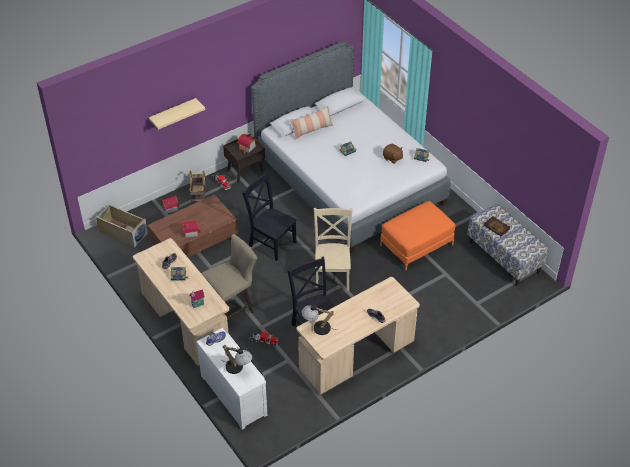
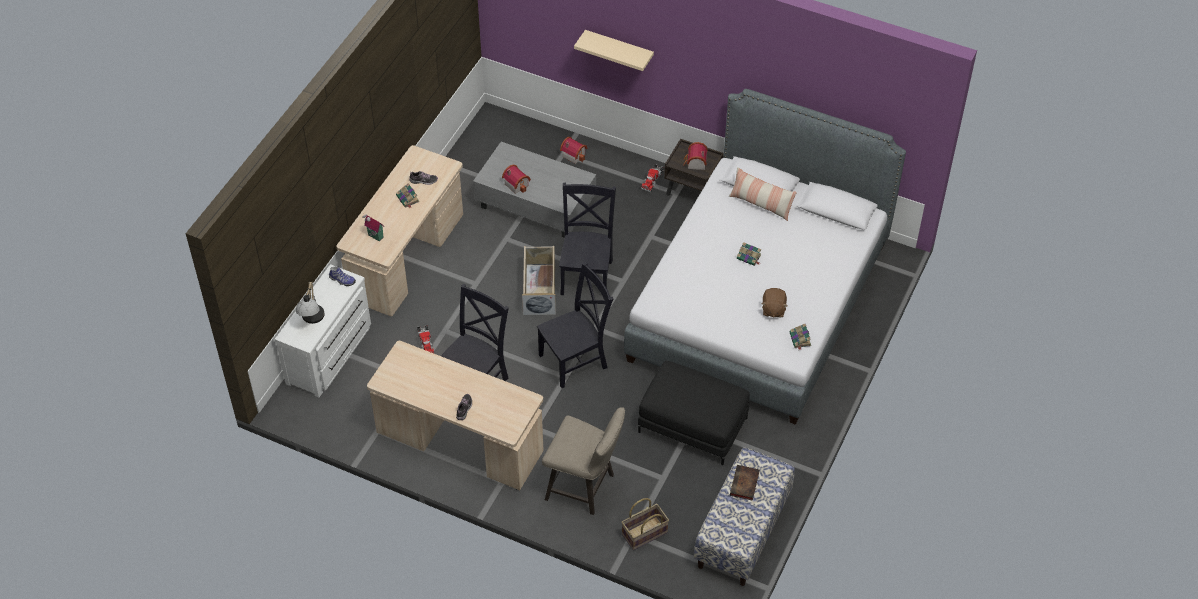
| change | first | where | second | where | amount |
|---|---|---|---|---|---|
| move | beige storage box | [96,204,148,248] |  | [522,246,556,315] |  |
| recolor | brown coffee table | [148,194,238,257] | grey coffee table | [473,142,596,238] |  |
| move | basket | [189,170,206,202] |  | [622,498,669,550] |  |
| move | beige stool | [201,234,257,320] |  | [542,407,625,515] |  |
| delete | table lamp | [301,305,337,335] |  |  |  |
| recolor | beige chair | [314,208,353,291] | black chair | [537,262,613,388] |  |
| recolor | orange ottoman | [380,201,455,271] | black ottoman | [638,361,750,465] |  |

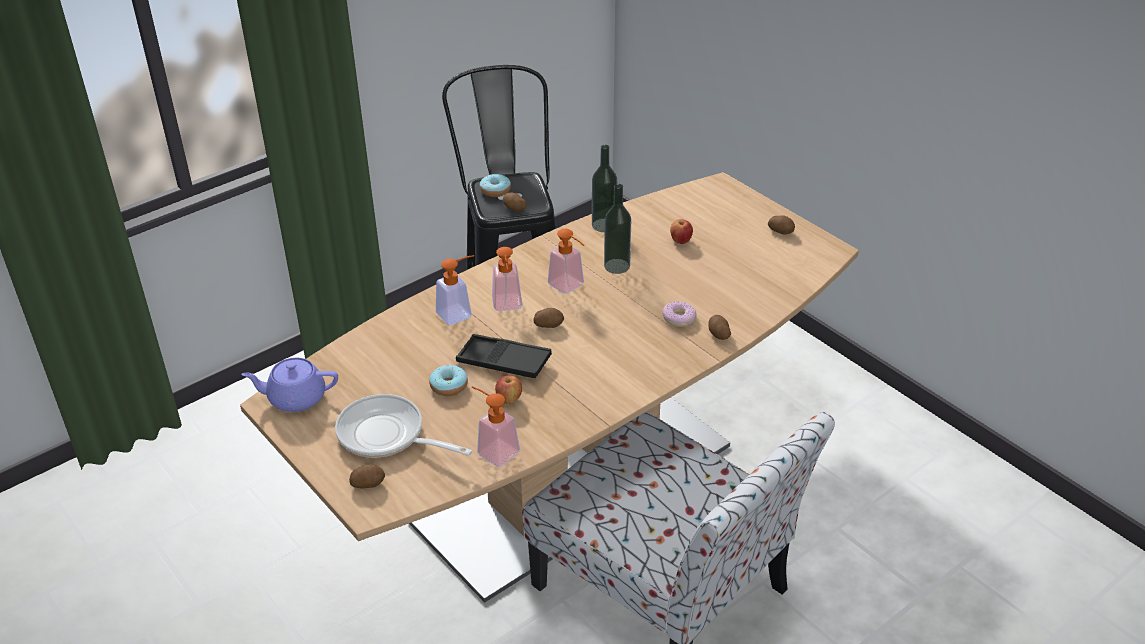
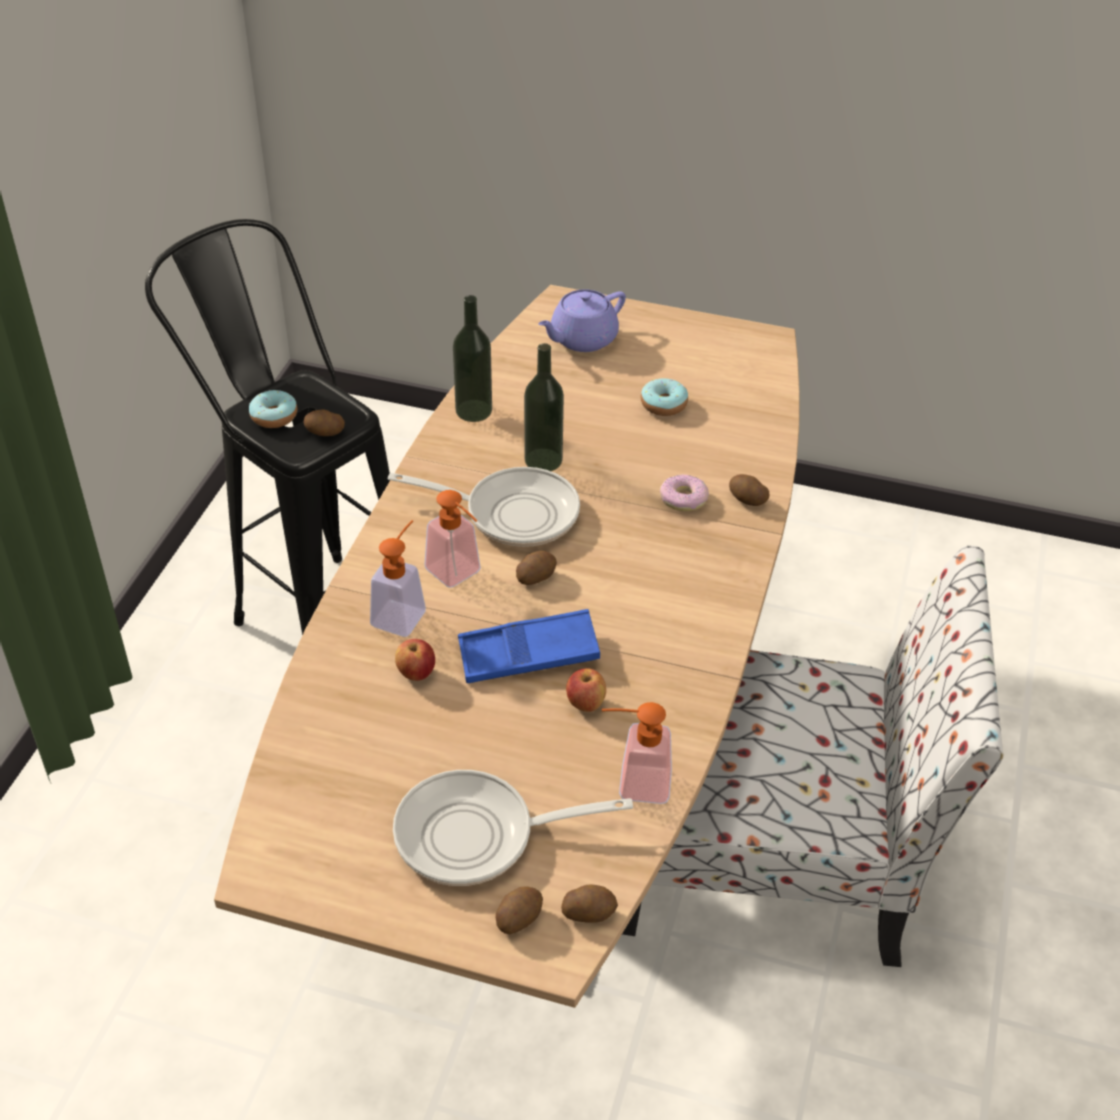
| change | first | where | second | where | amount |
|---|---|---|---|---|---|
| move | purple teapot | [241,358,338,412] |  | [538,289,626,352] |  |
| move | donut | [429,364,468,396] |  | [641,378,688,416] |  |
| recolor | black tray | [456,334,552,378] | blue tray | [458,609,600,683] |  |
| replace | soap dispenser | [548,229,585,294] | frying pan | [388,467,580,547] |  |
| move | apple | [670,219,693,244] |  | [395,639,435,681] |  |
| move | potato | [768,215,795,234] |  | [561,885,618,923] |  |

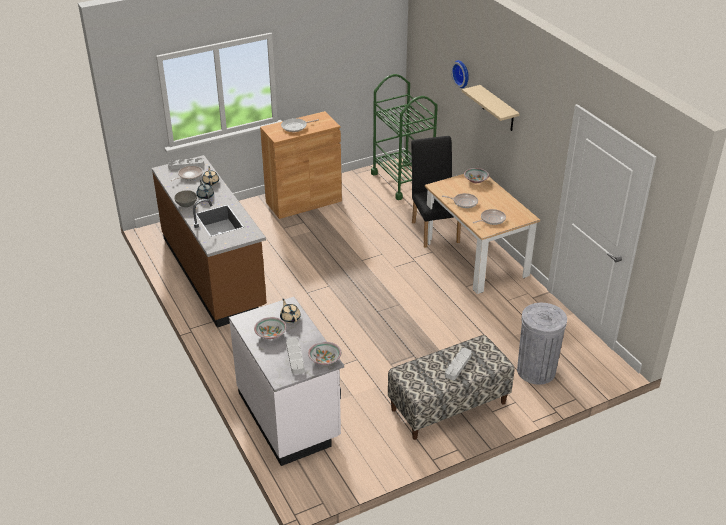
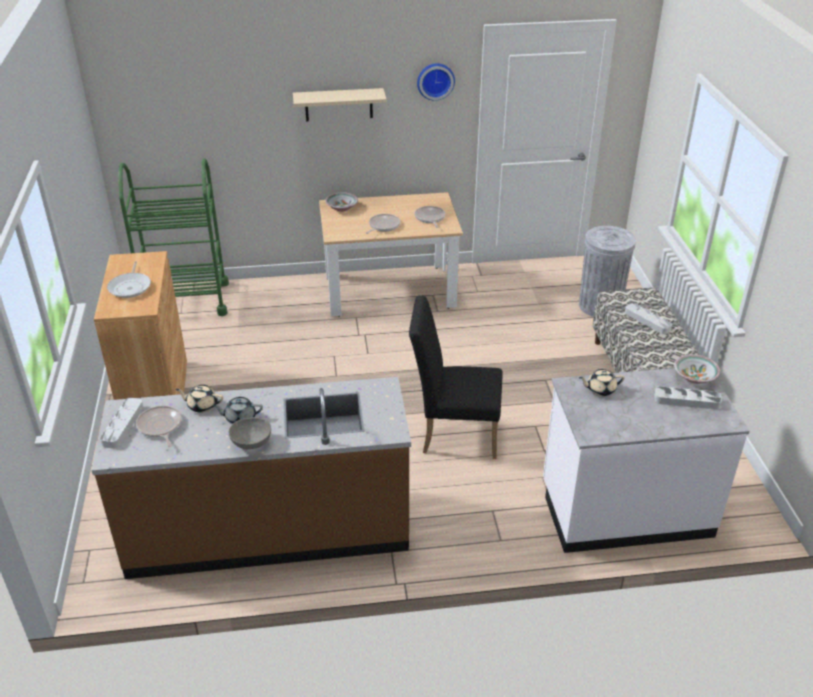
| change | first | where | second | where | amount |
|---|---|---|---|---|---|
| delete | bowl | [254,317,286,339] |  |  |  |
| move | black chair | [411,136,461,248] |  | [409,295,503,459] |  |
| move | wall clock | [451,60,469,88] |  | [417,63,455,101] |  |

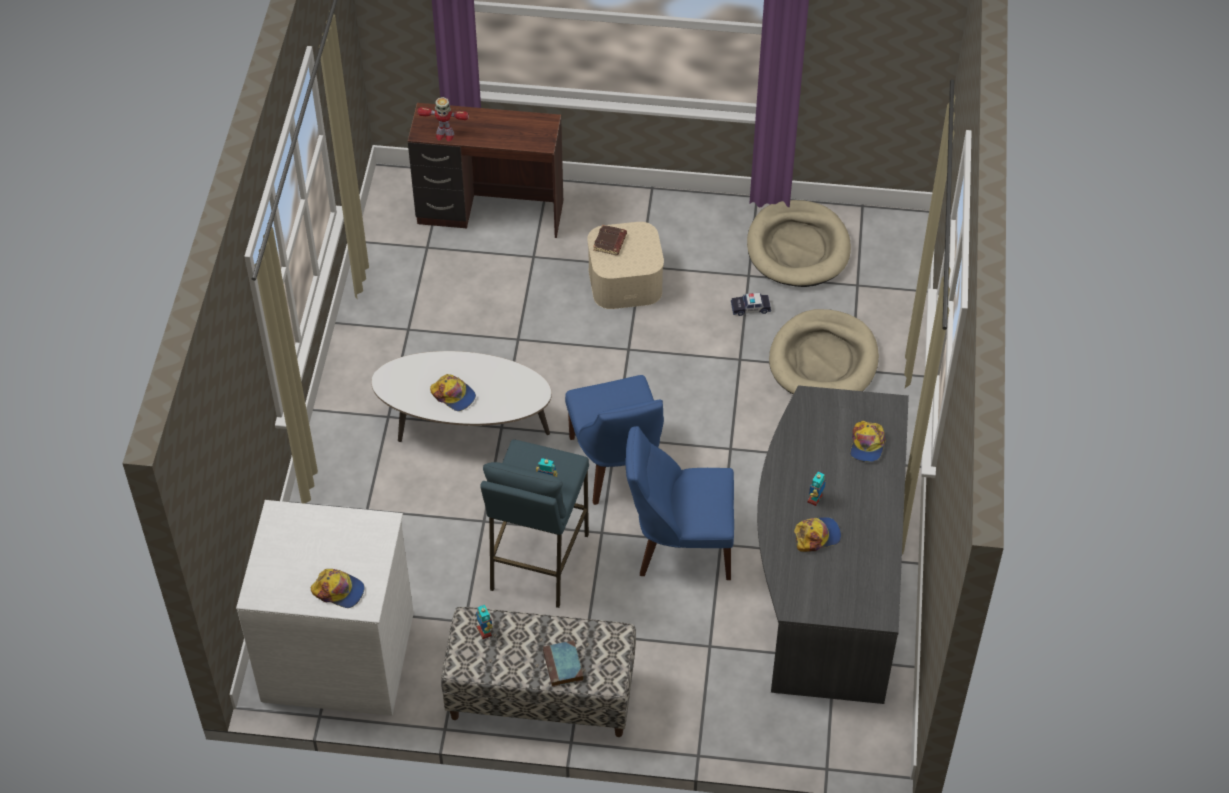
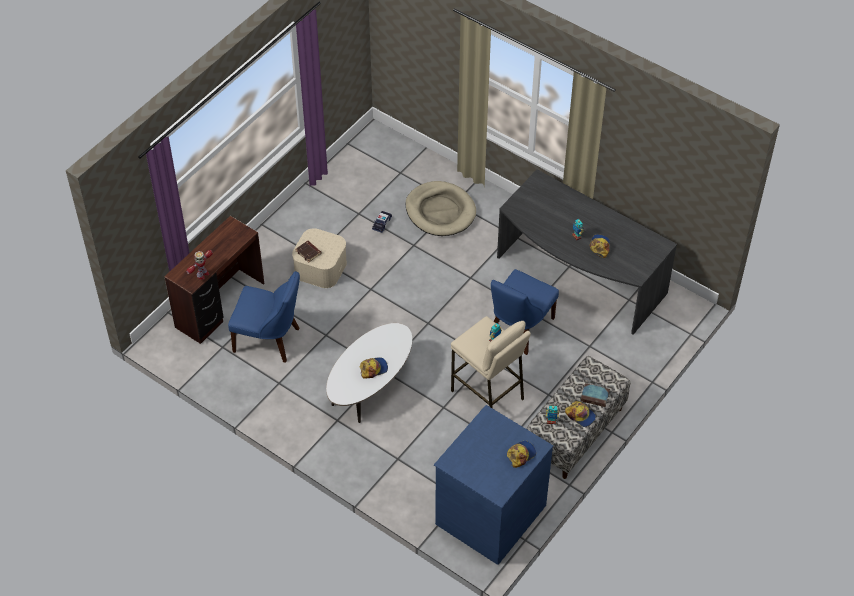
| change | first | where | second | where | amount |
|---|---|---|---|---|---|
| recolor | white dresser | [236,500,414,716] | blue dresser | [434,405,553,565] |  |
| recolor | blue stool | [480,440,589,608] | beige stool | [451,316,531,409] |  |
| move | blue chair | [565,375,664,505] |  | [228,271,300,363] |  |
| delete | beige dog bed | [747,200,851,287] |  |  |  |
| move | cap | [850,421,886,462] |  | [565,401,596,427] |  |

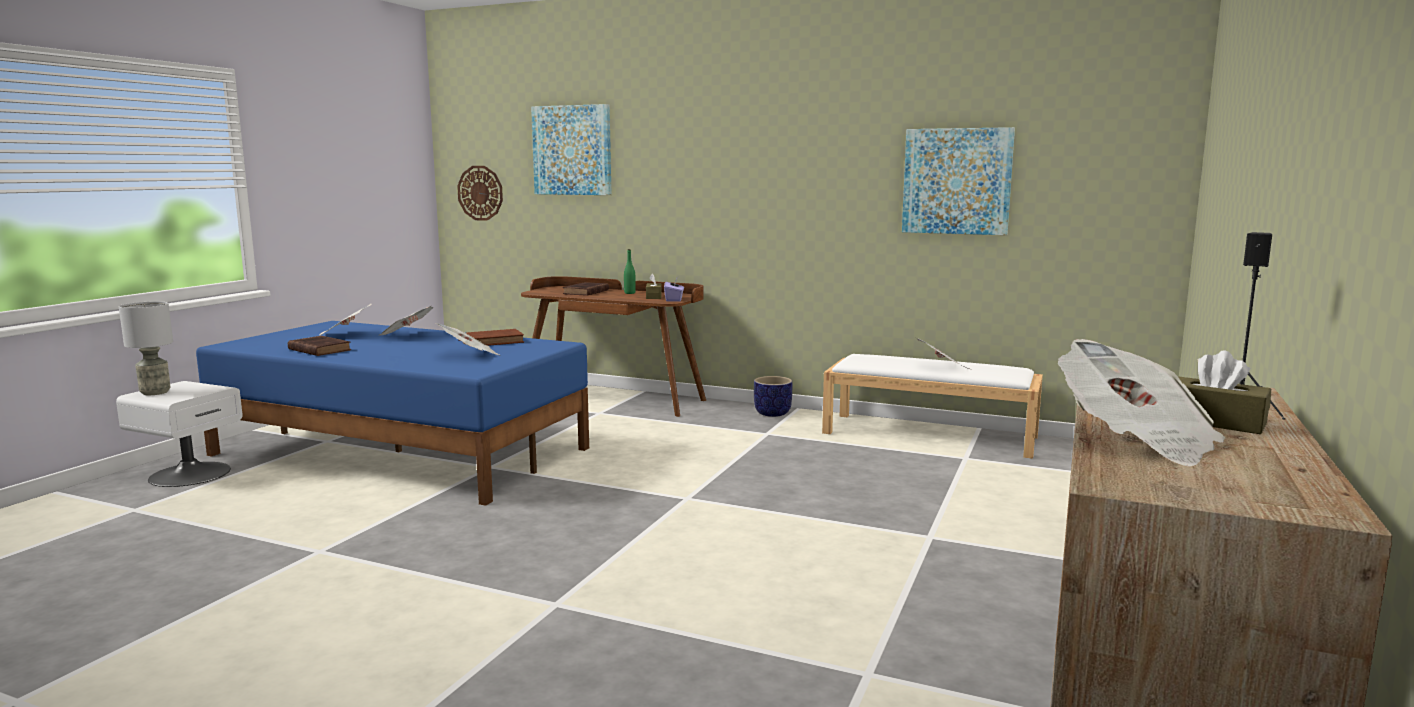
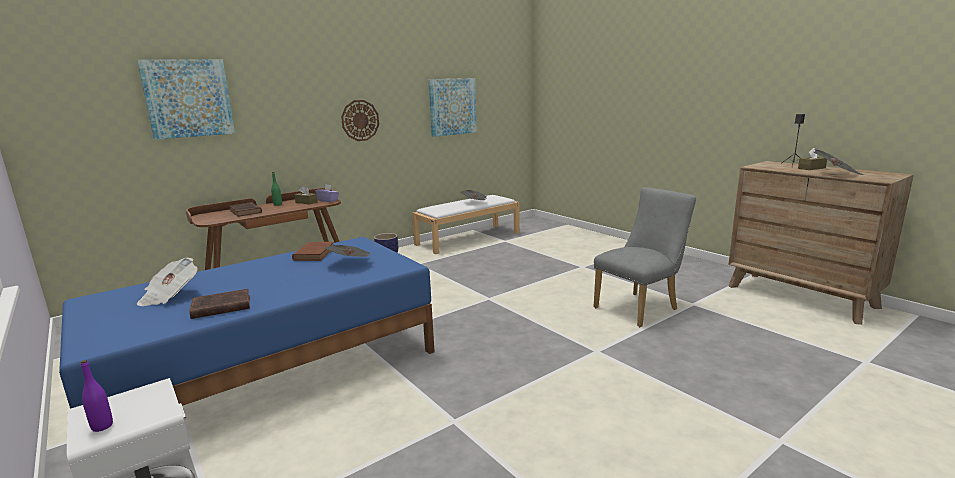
| change | first | where | second | where | amount |
|---|---|---|---|---|---|
| replace | grey table lamp | [119,301,173,395] | purple bottle | [81,360,113,432] |  |
| delete | newspaper | [379,306,434,335] |  |  |  |
| move | wall clock | [457,166,503,221] |  | [341,100,379,141] |  |
| insert |  |  | grey chair | [594,187,696,327] |  |

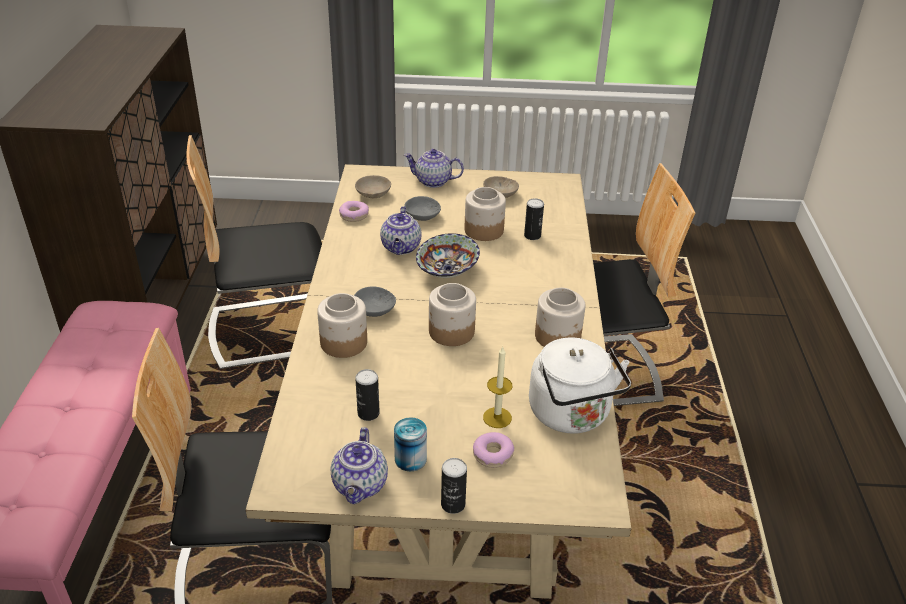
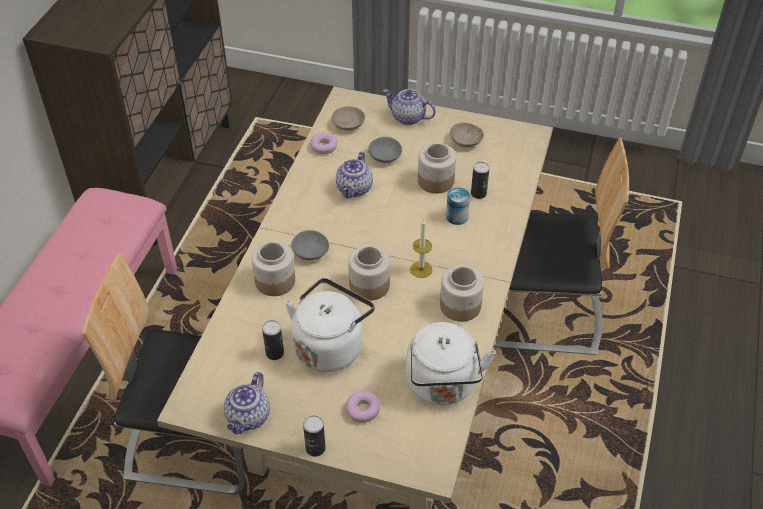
| change | first | where | second | where | amount |
|---|---|---|---|---|---|
| delete | chair | [187,135,322,369] |  |  |  |
| move | can | [394,417,427,471] |  | [446,187,470,225] |  |
| delete | bowl | [416,233,480,278] |  |  |  |
| move | candle | [483,346,512,428] |  | [410,218,432,278] |  |
| insert |  |  | white kettle | [285,278,375,372] |  |

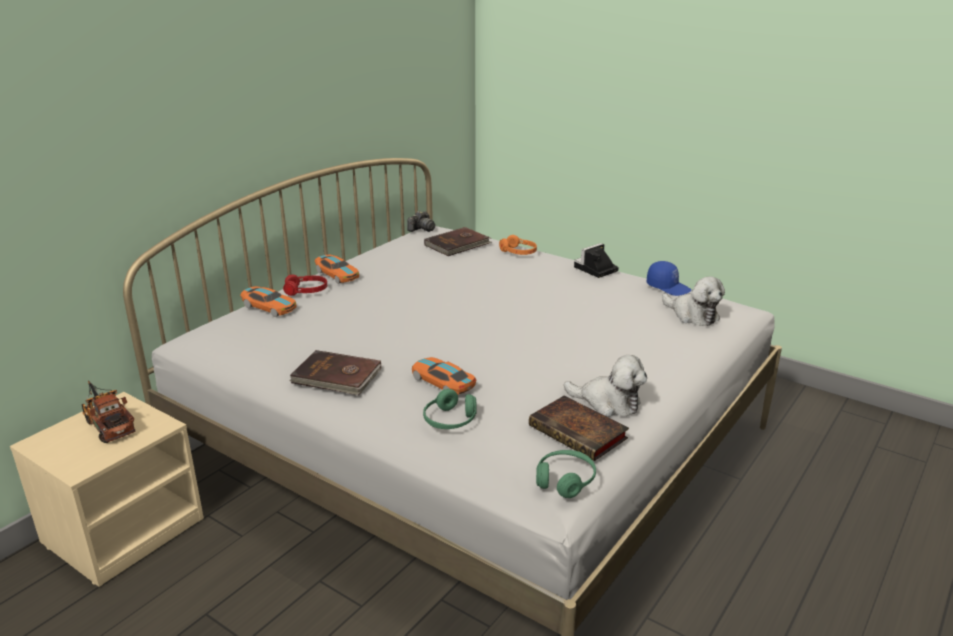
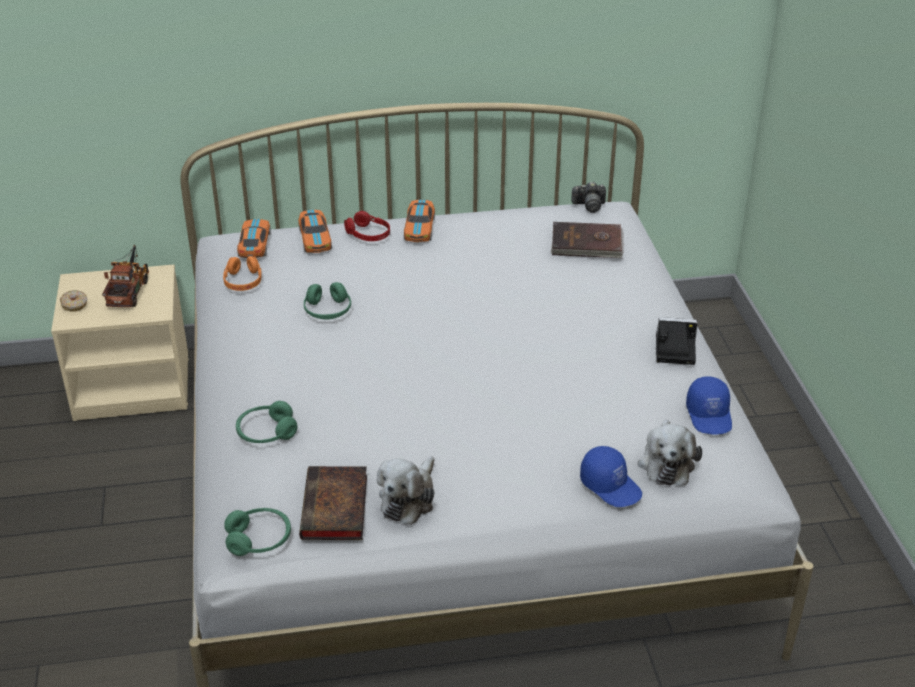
| change | first | where | second | where | amount |
|---|---|---|---|---|---|
| delete | brown book | [289,350,381,395] |  |  |  |
| move | toy car | [412,357,476,395] |  | [237,219,271,258] |  |
| move | orange headphones | [499,235,537,255] |  | [223,256,262,291] |  |
| rotate | plush toy | [564,355,647,417] |  | [377,456,435,525] | 45 degrees clockwise |
| insert |  |  | donut | [60,290,87,312] |  |
| insert |  |  | green headphones | [304,282,351,319] |  |
| insert |  |  | blue cap | [580,446,642,507] |  |

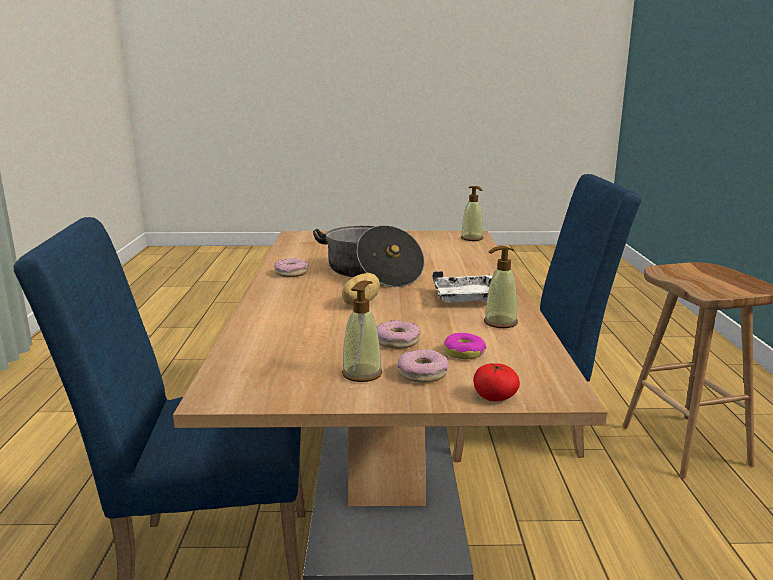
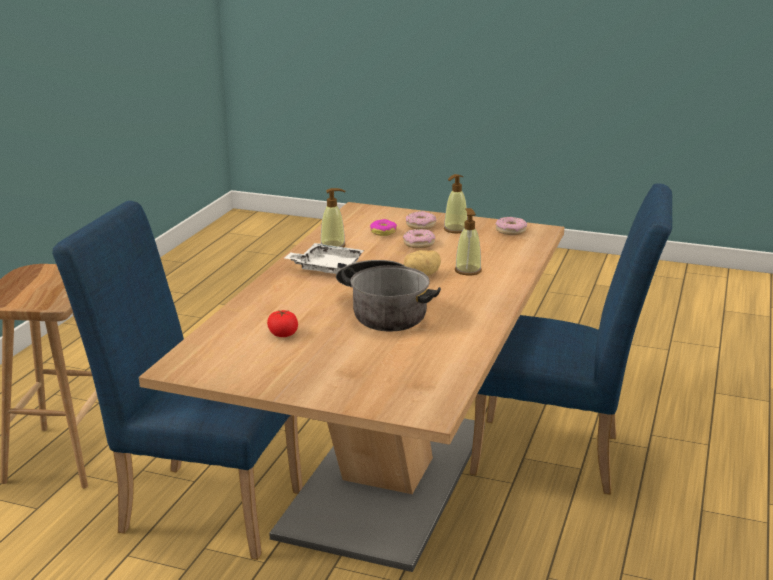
| change | first | where | second | where | amount |
|---|---|---|---|---|---|
| move | donut | [274,258,309,277] |  | [495,217,527,235] |  |
| move | soap dispenser | [461,186,483,241] |  | [455,208,482,275] |  |
| move | tomato | [473,363,520,401] |  | [267,310,298,337] |  |

